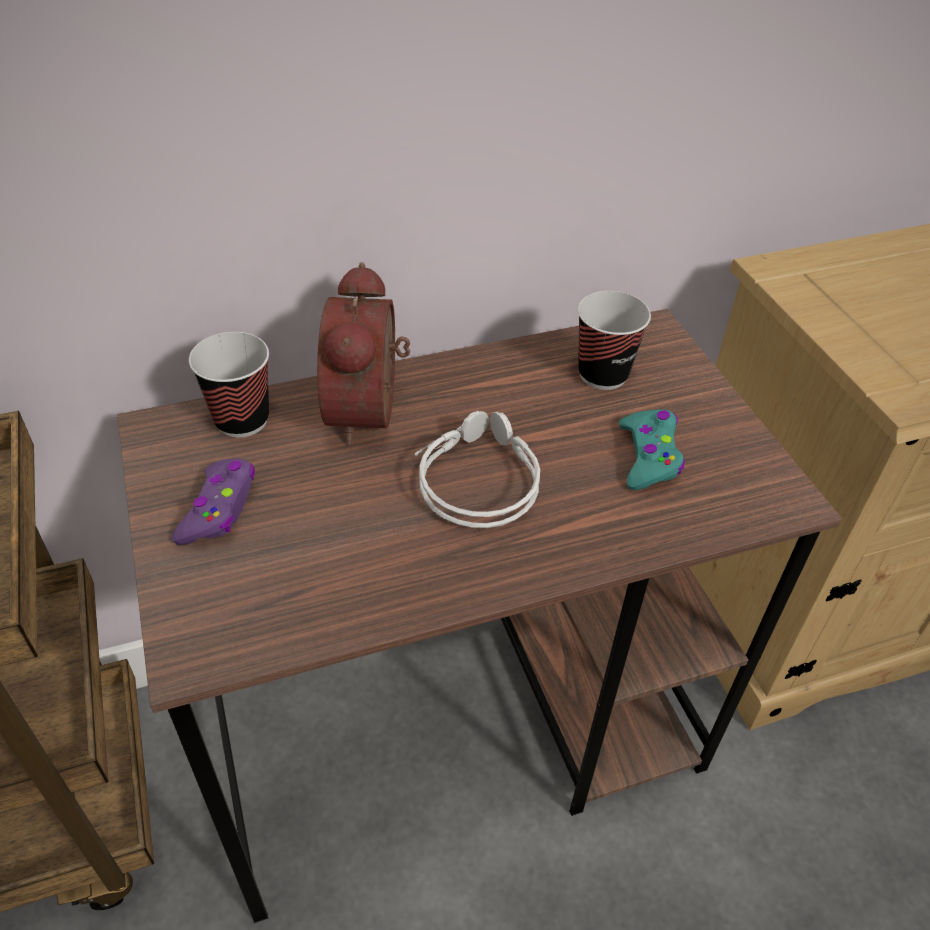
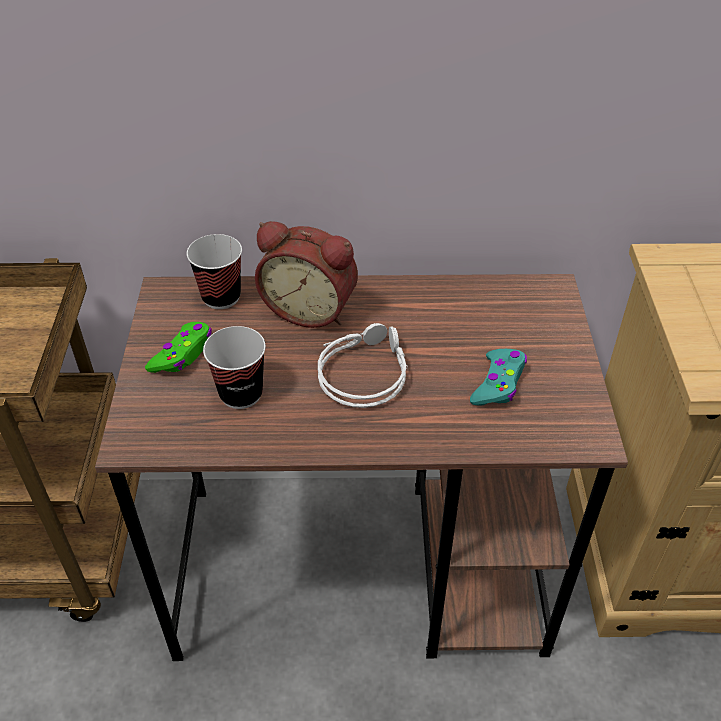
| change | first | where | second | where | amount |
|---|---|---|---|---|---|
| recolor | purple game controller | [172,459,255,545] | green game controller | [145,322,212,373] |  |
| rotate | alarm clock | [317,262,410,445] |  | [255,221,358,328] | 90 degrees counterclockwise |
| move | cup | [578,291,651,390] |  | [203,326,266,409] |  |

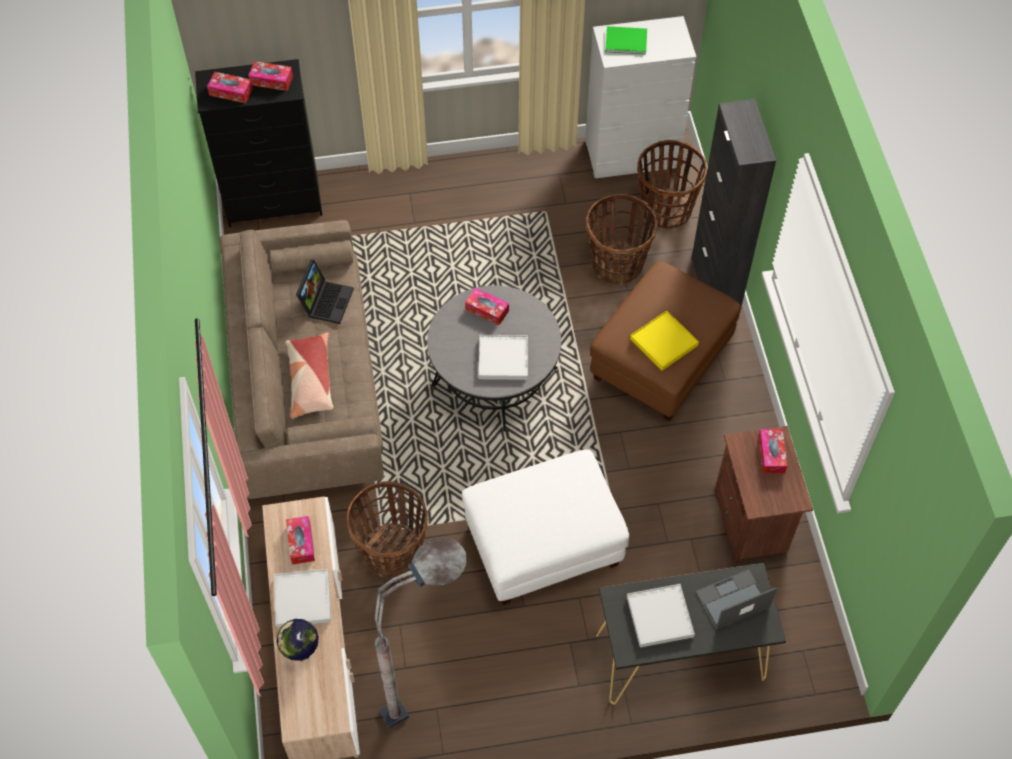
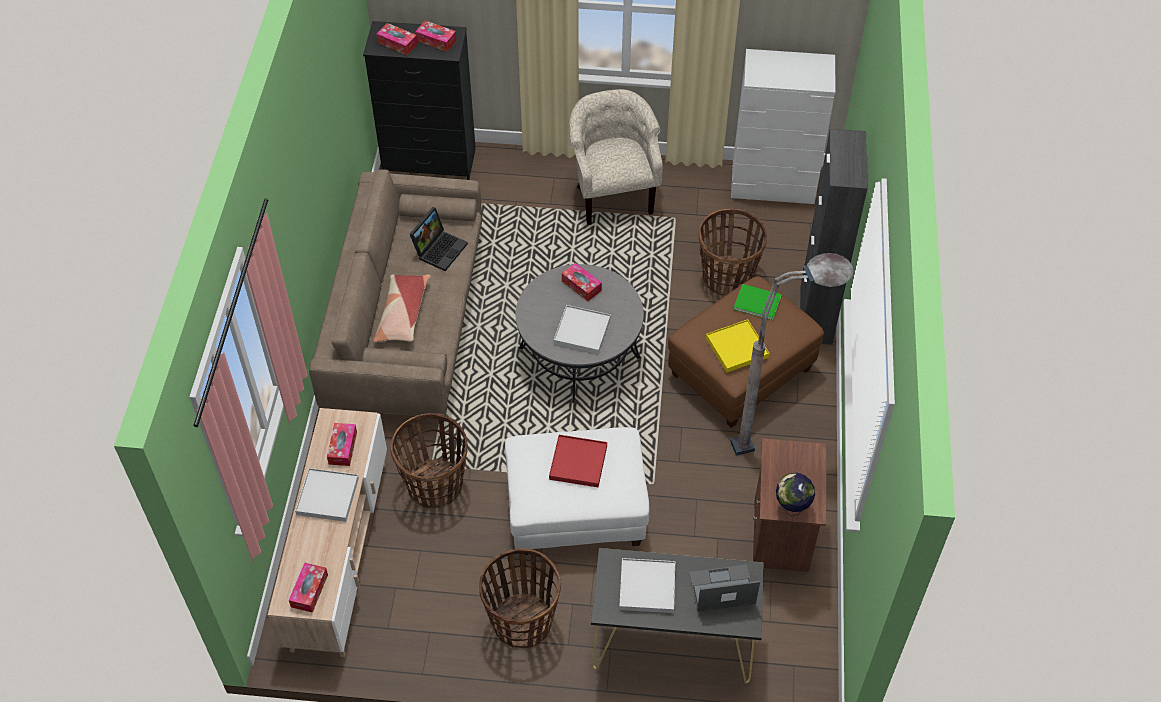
| change | first | where | second | where | amount |
|---|---|---|---|---|---|
| move | globe | [277,619,319,661] |  | [776,473,815,516] |  |
| move | grey floor lamp | [375,538,467,728] |  | [730,253,854,456] |  |
| move | green book | [605,26,647,55] |  | [734,284,782,320] |  |
| move | basket | [637,140,707,229] |  | [479,548,561,648] |  |
| move | tissue box | [758,429,787,473] |  | [289,563,328,613] |  |
| insert |  |  | red tray | [549,435,607,487] |  |
| insert |  |  | beige armchair | [569,89,663,225] |  |

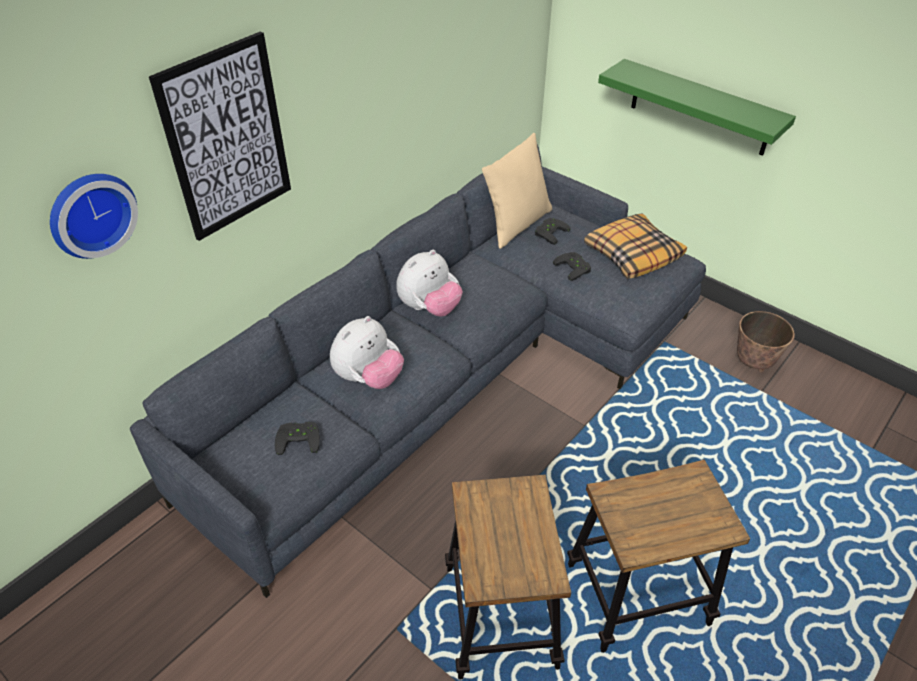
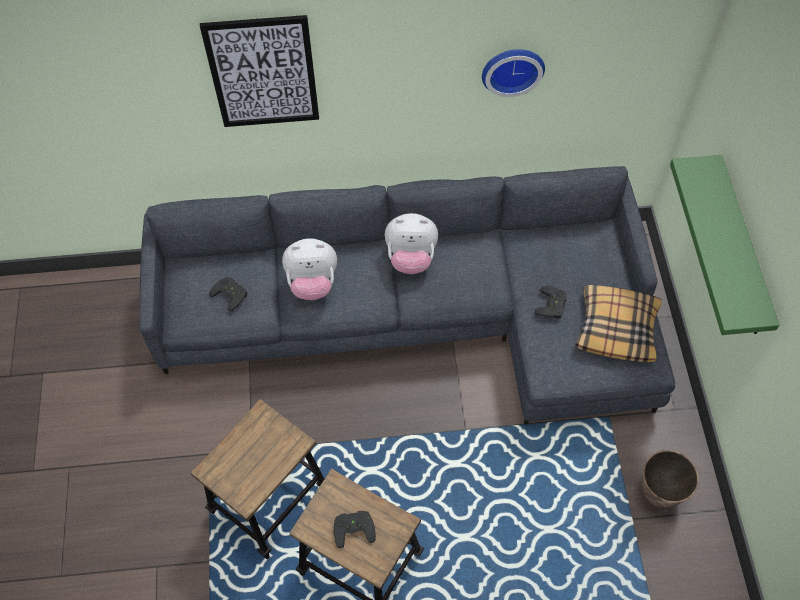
| change | first | where | second | where | amount |
|---|---|---|---|---|---|
| move | wall clock | [50,174,138,259] |  | [482,49,545,97] |  |
| delete | beige pillow | [482,133,552,249] |  |  |  |
| move | black game controller | [535,218,570,245] |  | [334,511,376,548] |  |

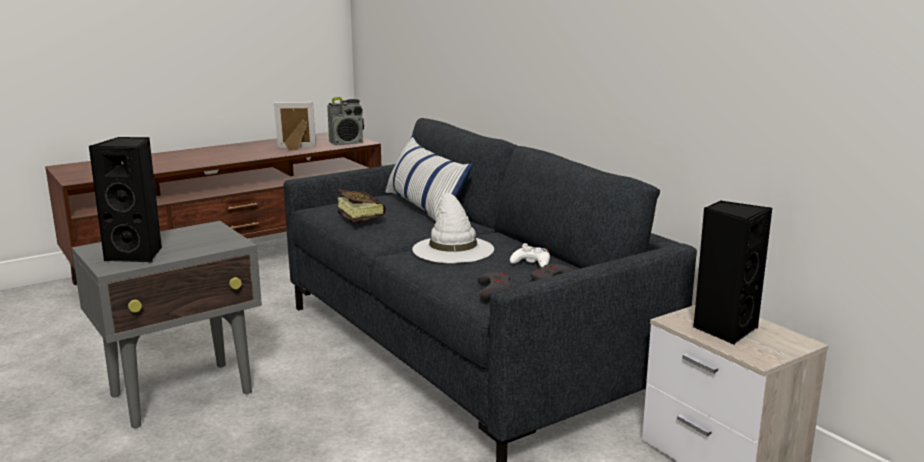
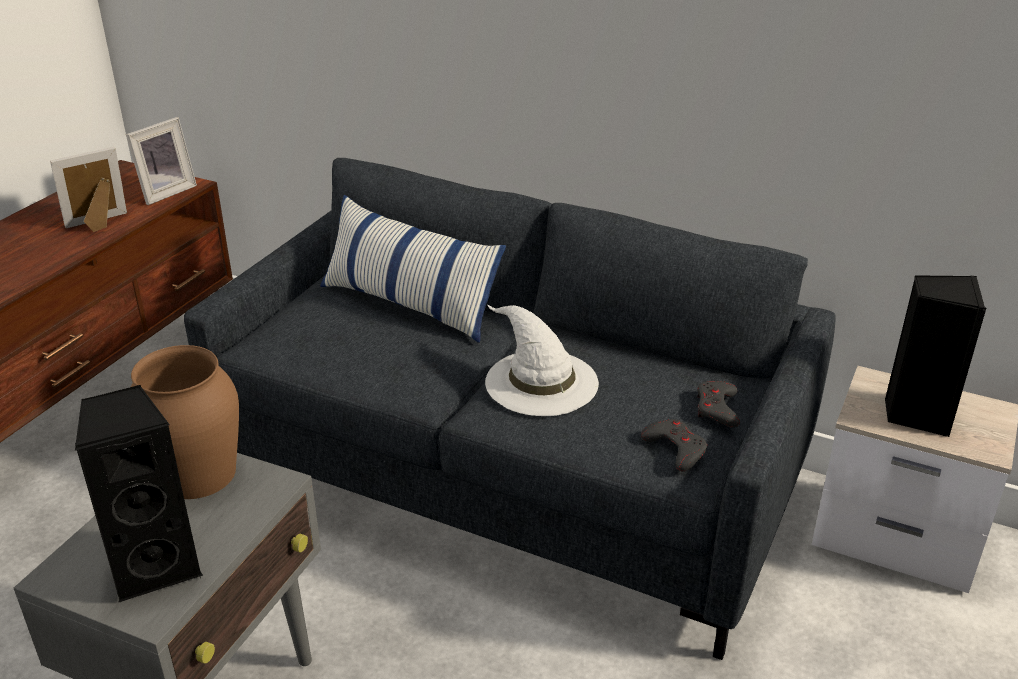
| change | first | where | second | where | amount |
|---|---|---|---|---|---|
| replace | radio | [327,97,364,145] | picture frame | [126,117,197,205] |  |
| delete | book | [337,189,386,225] |  |  |  |
| delete | white game controller | [510,243,550,268] |  |  |  |
| insert |  |  | brown vase | [131,345,239,499] |  |

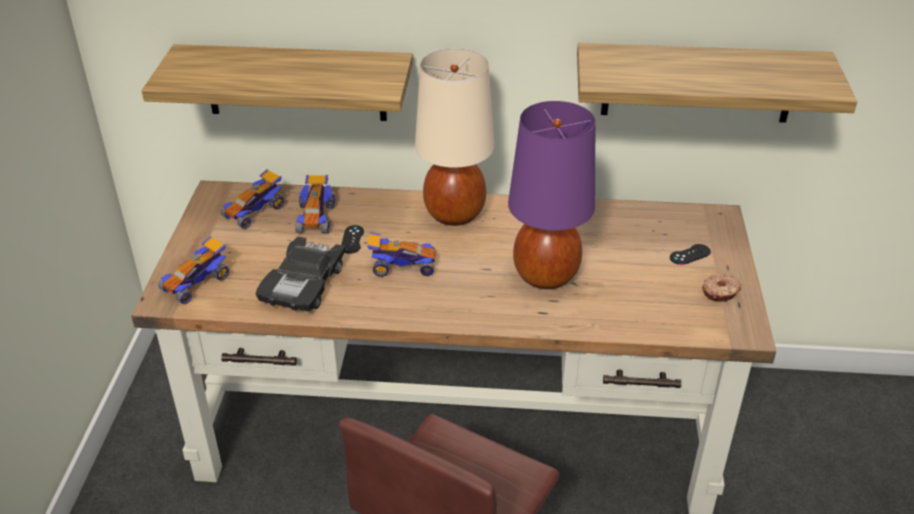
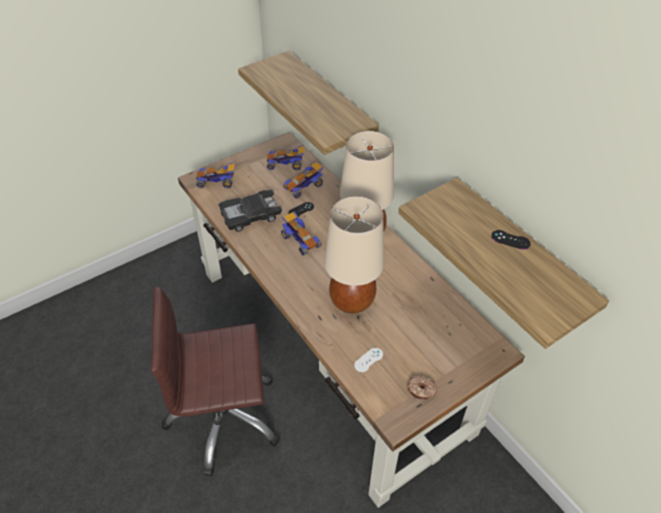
| change | first | where | second | where | amount |
|---|---|---|---|---|---|
| recolor | purple table lamp | [508,101,596,289] | beige table lamp | [324,196,384,313] |  |
| move | black game controller | [670,244,711,265] |  | [492,230,531,250] |  |
| insert |  |  | white game controller | [354,348,383,372] |  |

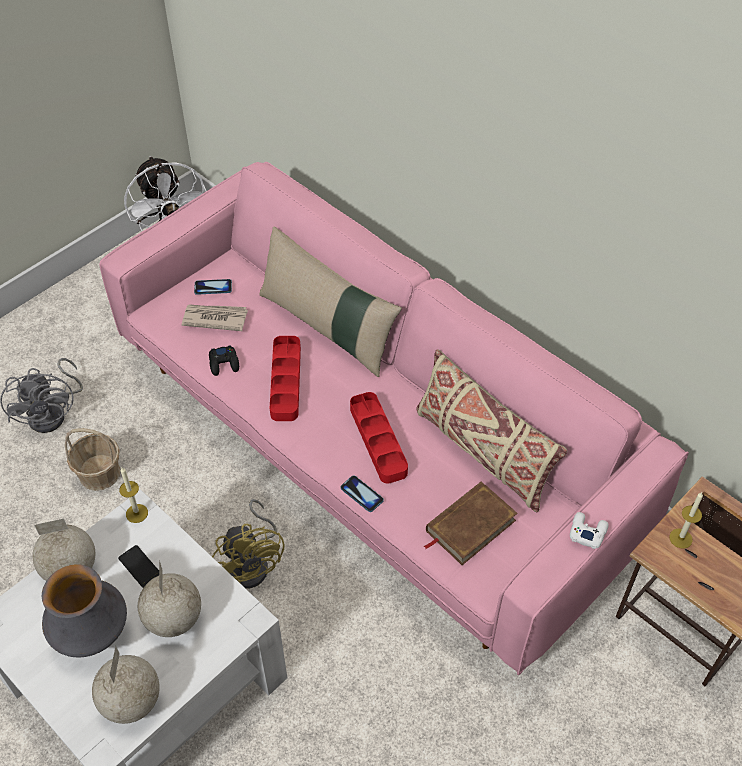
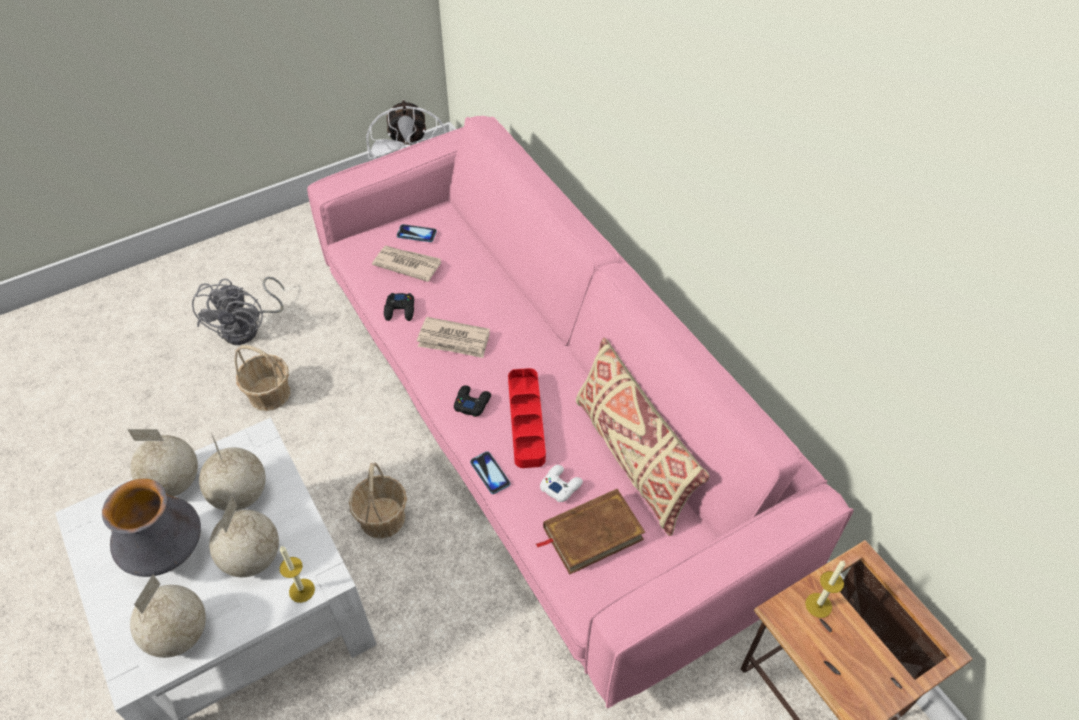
| change | first | where | second | where | amount |
|---|---|---|---|---|---|
| replace | phone | [118,545,159,588] | globe | [199,433,266,511] |  |
| move | candle | [119,468,148,523] |  | [280,546,315,603] |  |
| replace | yellow fan | [212,499,284,589] | basket | [349,463,407,539] |  |
| delete | beige pillow | [259,227,402,377] |  |  |  |
| replace | red tray | [270,336,301,421] | newspaper | [417,317,490,358] |  |
| move | white game controller | [570,512,608,549] |  | [540,465,583,503] |  |
| insert |  |  | black game controller | [454,385,491,417] |  |

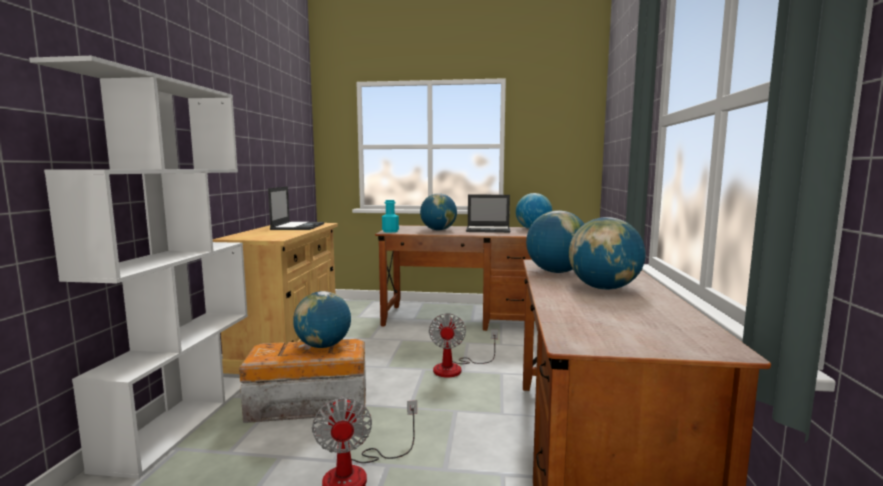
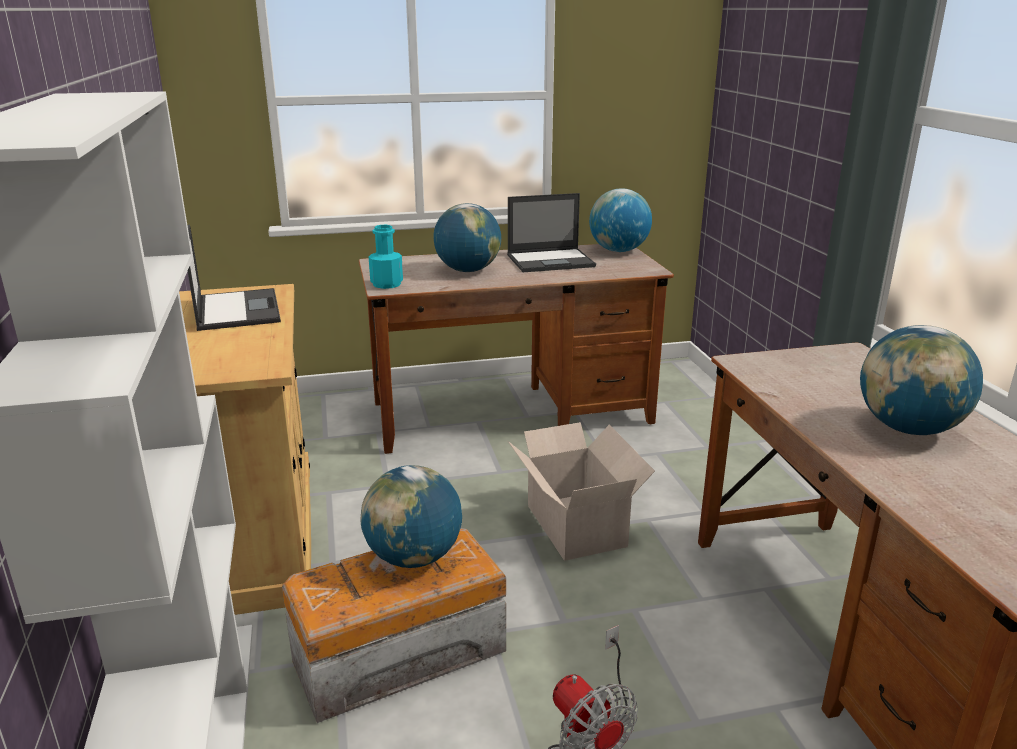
| change | first | where | second | where | amount |
|---|---|---|---|---|---|
| replace | fan | [429,313,498,378] | cardboard box | [508,422,655,561] |  |
| delete | globe | [526,210,584,273] |  |  |  |

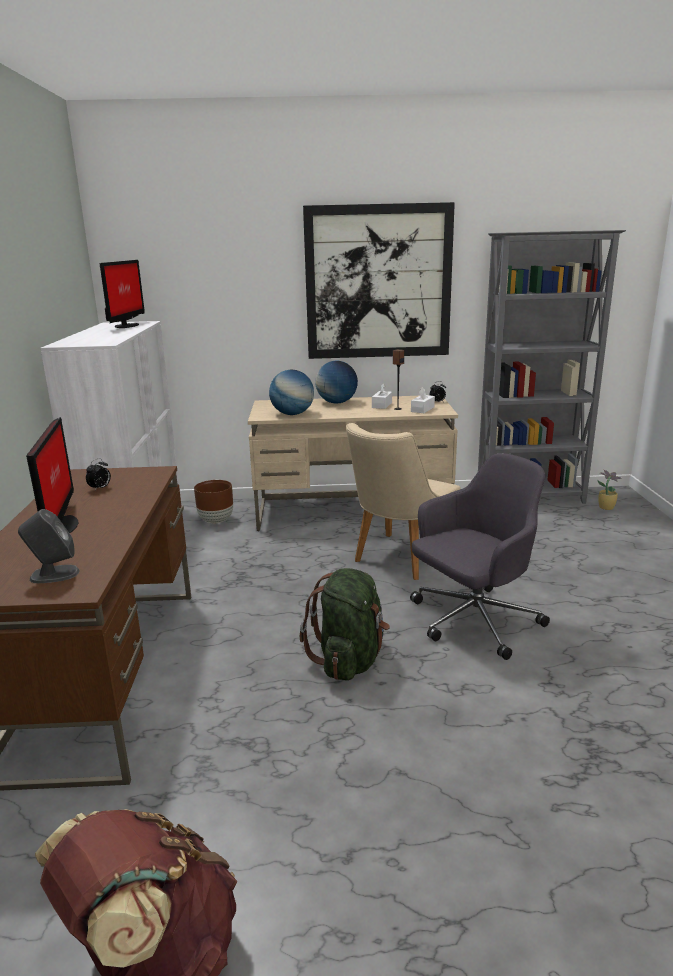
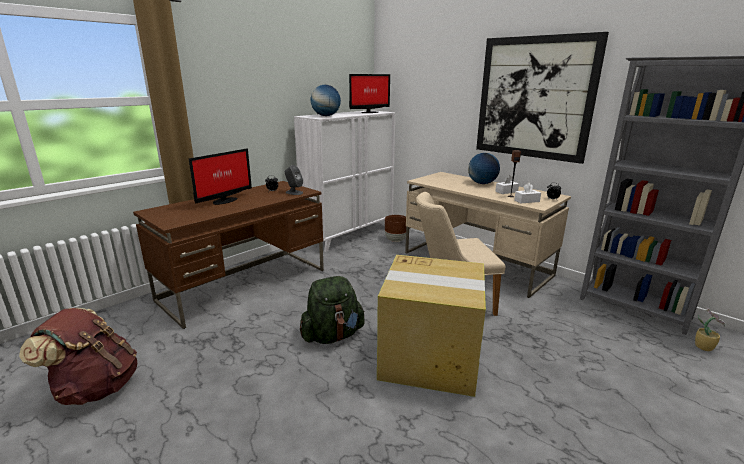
| change | first | where | second | where | amount |
|---|---|---|---|---|---|
| move | grey speaker | [18,509,80,583] |  | [285,165,303,195] |  |
| move | globe | [269,370,314,415] |  | [311,85,341,116] |  |
| replace | grey office chair | [410,453,550,660] | cardboard box | [377,255,486,397] |  |

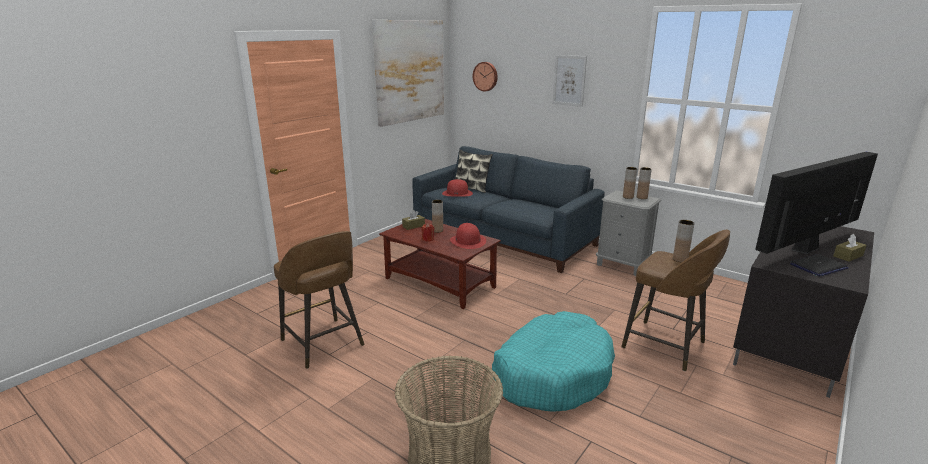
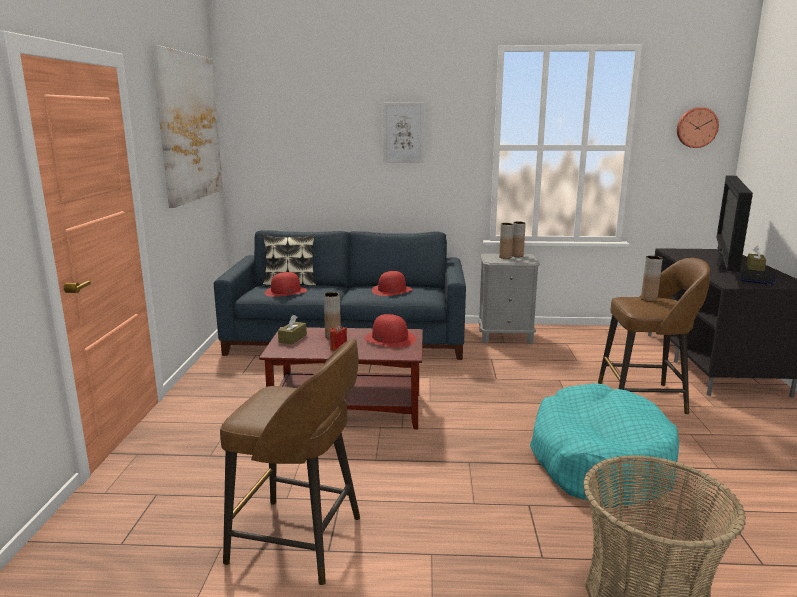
| change | first | where | second | where | amount |
|---|---|---|---|---|---|
| move | wall clock | [473,62,498,91] |  | [677,107,719,148] |  |
| insert |  |  | red hat | [372,271,412,296] |  |

